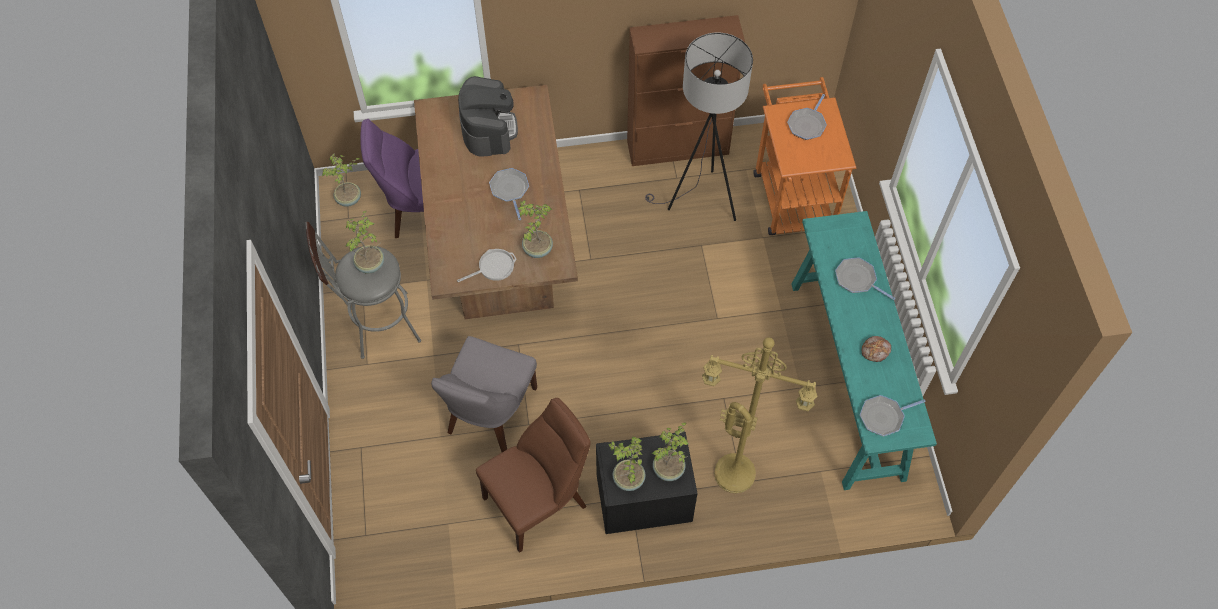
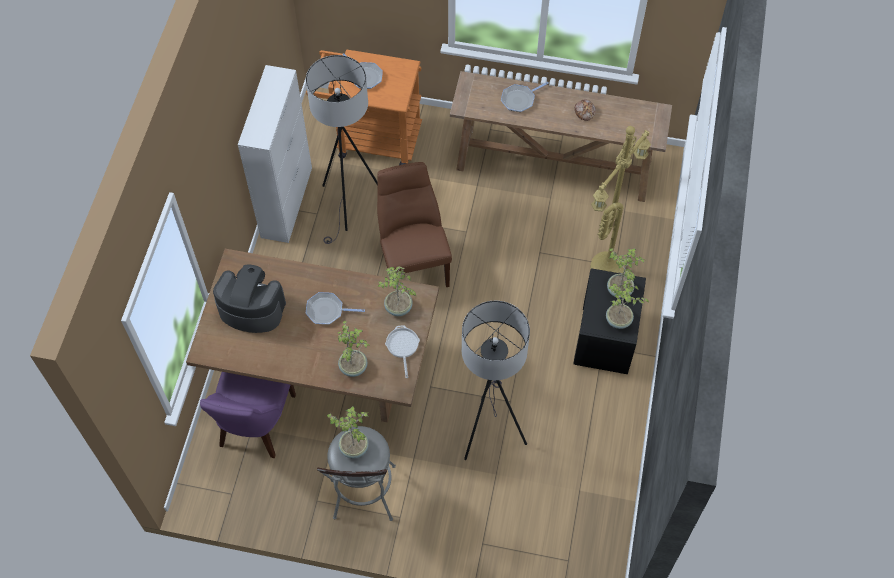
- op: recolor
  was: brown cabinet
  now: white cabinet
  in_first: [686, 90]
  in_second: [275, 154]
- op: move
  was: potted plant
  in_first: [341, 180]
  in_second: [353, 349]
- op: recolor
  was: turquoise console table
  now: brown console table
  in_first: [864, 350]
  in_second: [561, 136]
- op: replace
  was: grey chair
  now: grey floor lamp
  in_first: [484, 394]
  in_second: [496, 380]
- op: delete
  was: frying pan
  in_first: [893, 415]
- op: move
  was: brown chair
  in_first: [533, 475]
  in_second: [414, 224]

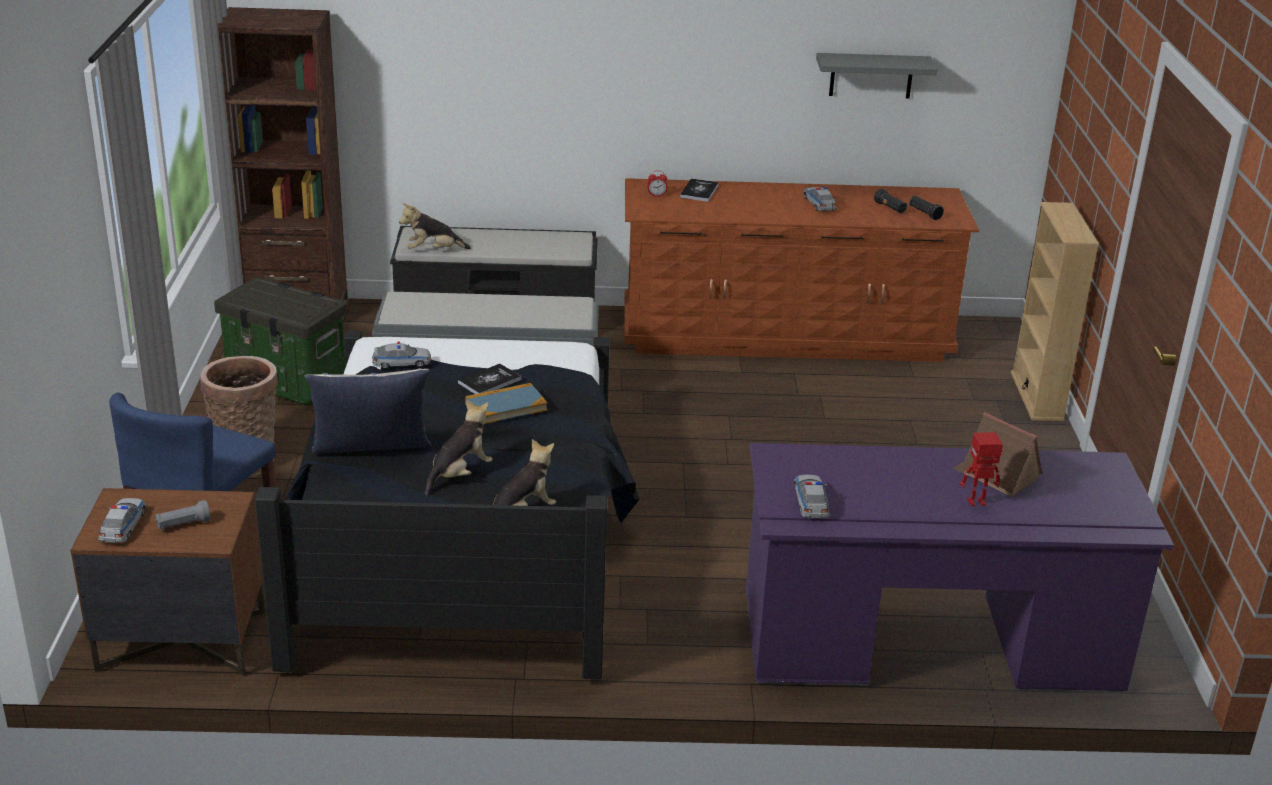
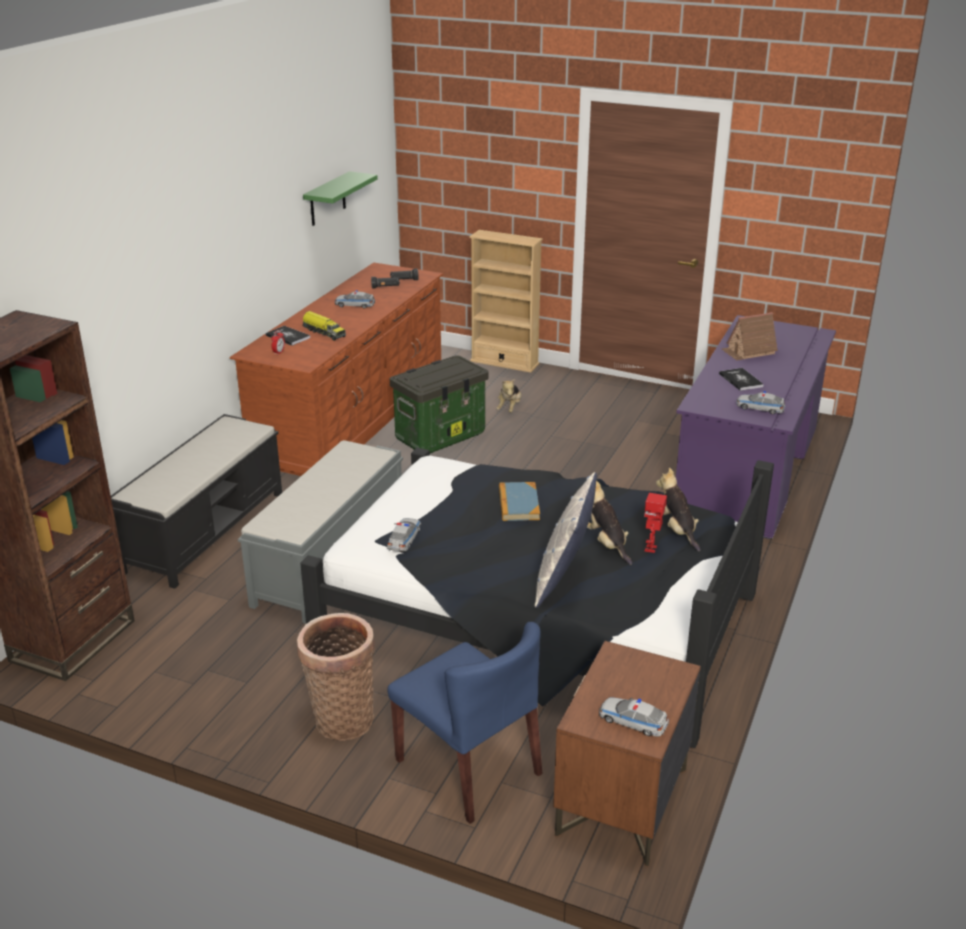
- op: recolor
  was: grey shelf
  now: green shelf
  in_first: [877, 75]
  in_second: [340, 198]
- op: move
  was: plush toy
  in_first: [435, 226]
  in_second: [509, 395]
- op: move
  was: storage box
  in_first: [280, 341]
  in_second: [439, 404]
- op: move
  was: book
  in_first: [490, 379]
  in_second: [741, 379]
- op: move
  was: toy robot
  in_first: [981, 469]
  in_second: [655, 523]
- op: delete
  was: grey flashlight
  in_first: [183, 515]
- op: insert
  now: toy truck
  in_second: [324, 326]

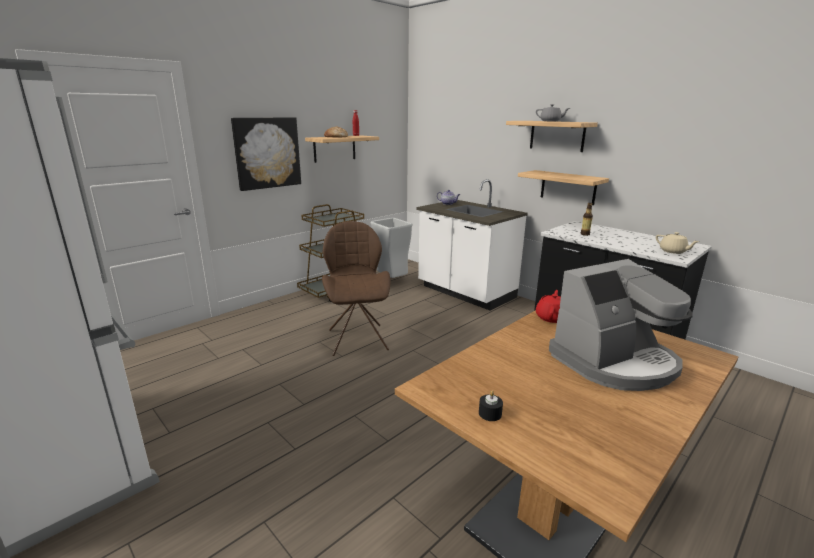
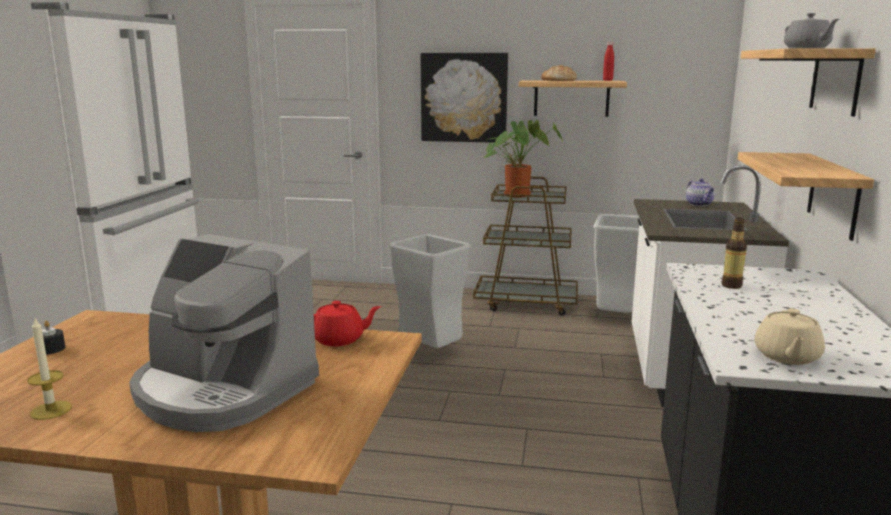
- op: replace
  was: brown chair
  now: grey trash can
  in_first: [356, 288]
  in_second: [430, 291]
- op: insert
  now: potted plant
  in_second: [523, 159]
- op: insert
  now: candle
  in_second: [49, 369]

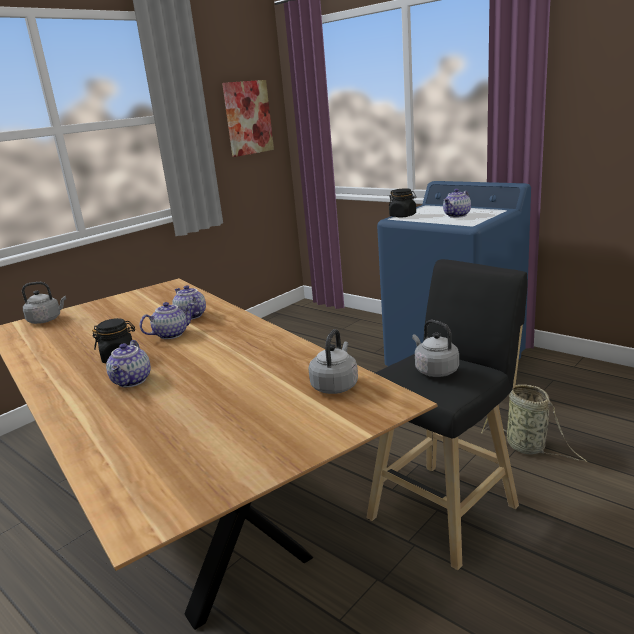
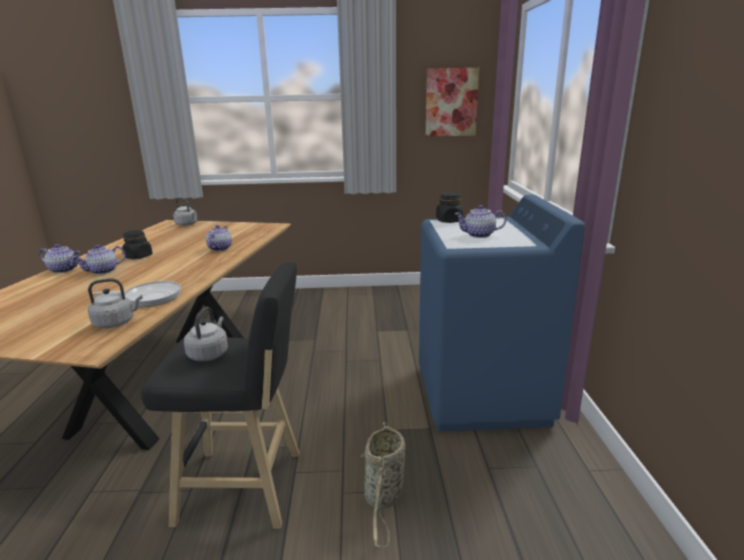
- op: move
  was: teapot
  in_first: [167, 320]
  in_second: [59, 258]
- op: insert
  now: frying pan
  in_second: [136, 294]

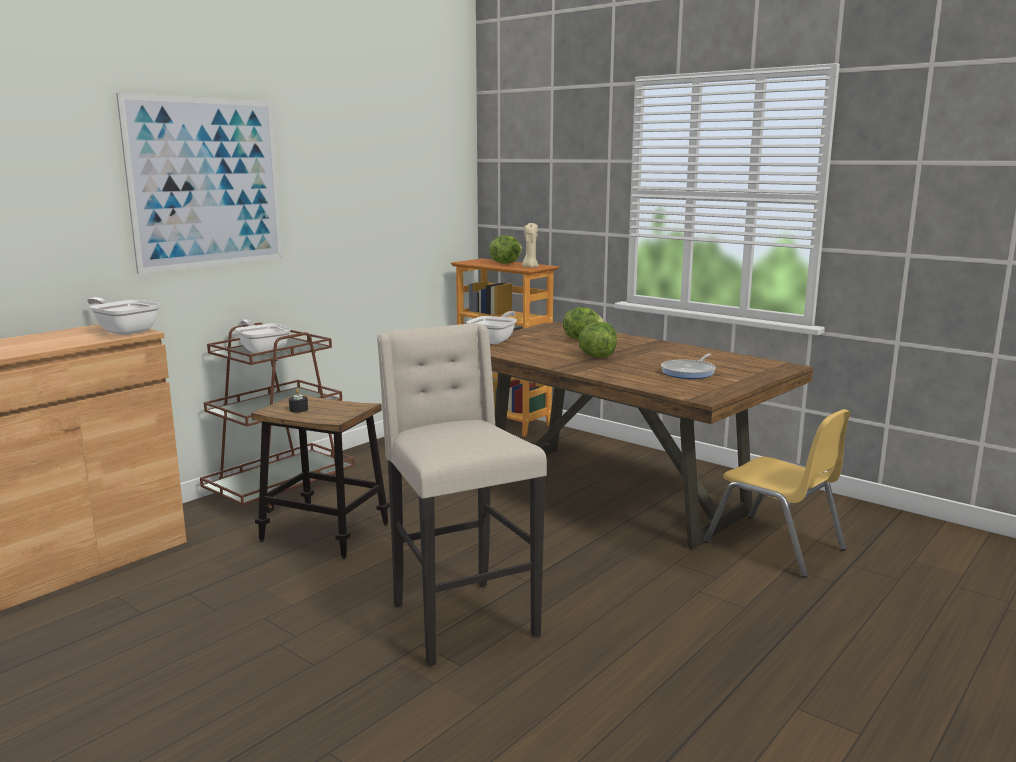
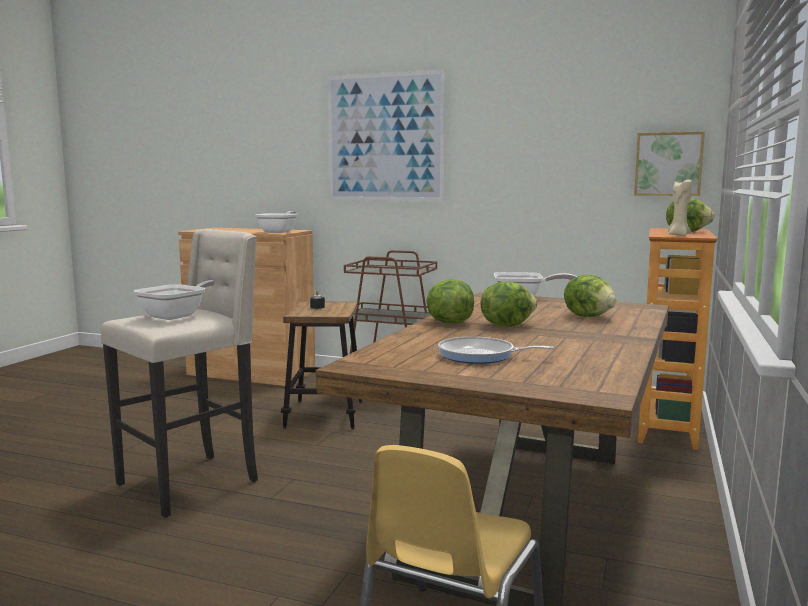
- op: move
  was: frying pan
  in_first: [263, 336]
  in_second: [174, 300]
- op: insert
  now: picture
  in_second: [669, 164]
- op: insert
  now: lettuce
  in_second: [450, 301]

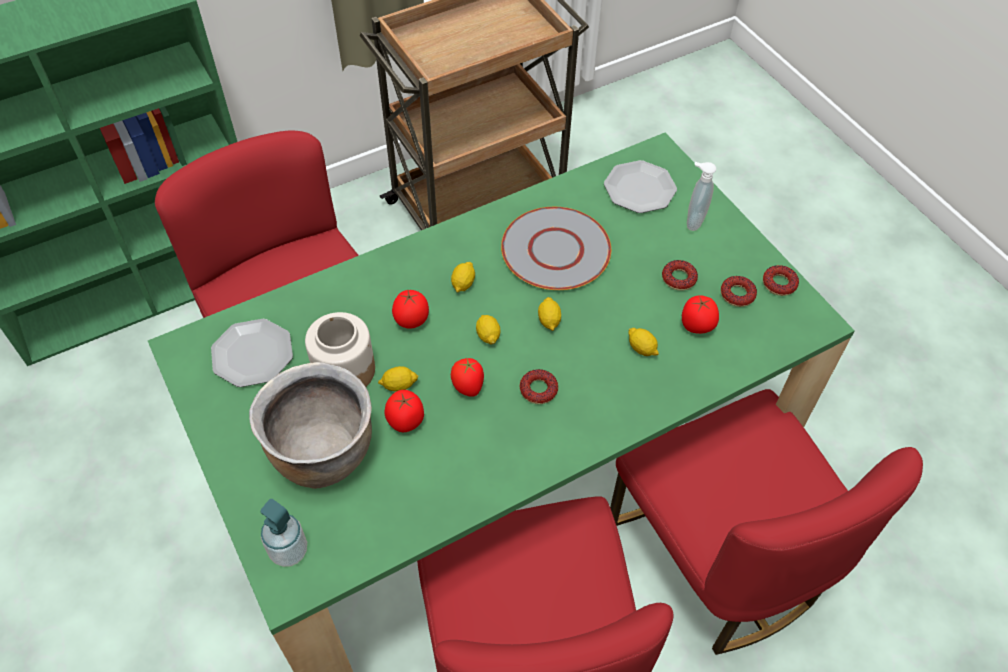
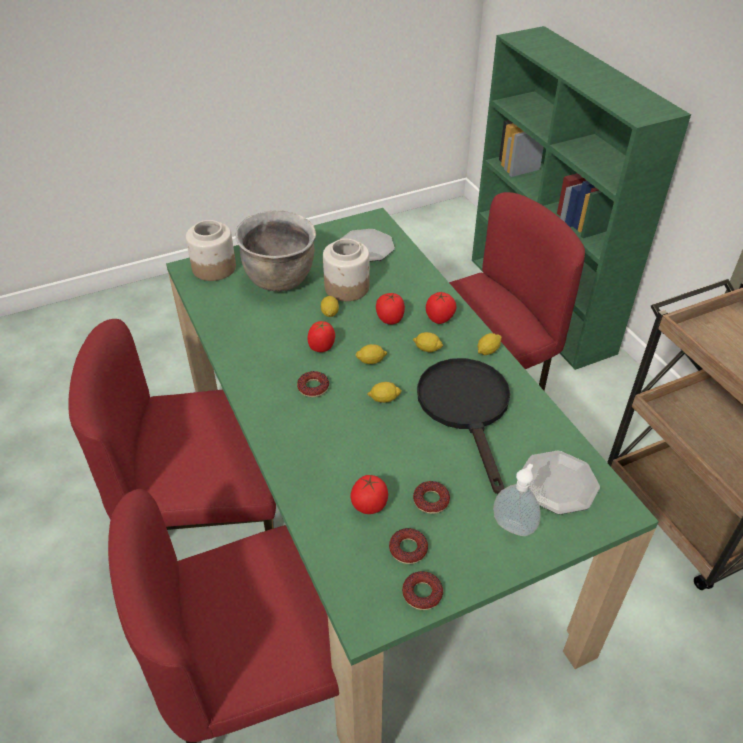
- op: replace
  was: grey plate
  now: black frying pan
  in_first: [556, 248]
  in_second: [463, 426]
- op: move
  was: lemon
  in_first: [643, 342]
  in_second: [490, 344]
- op: move
  was: tomato
  in_first: [404, 411]
  in_second: [441, 308]
- op: replace
  was: soap dispenser
  now: jar
  in_first: [283, 533]
  in_second: [211, 250]

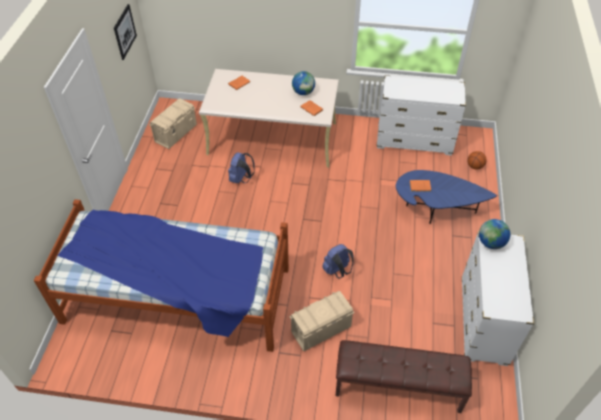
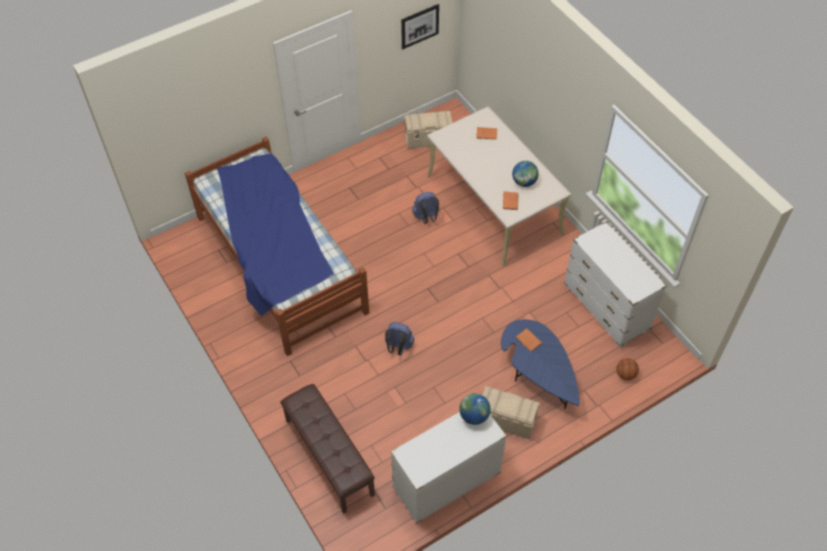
- op: move
  was: beige storage box
  in_first: [322, 321]
  in_second: [511, 412]

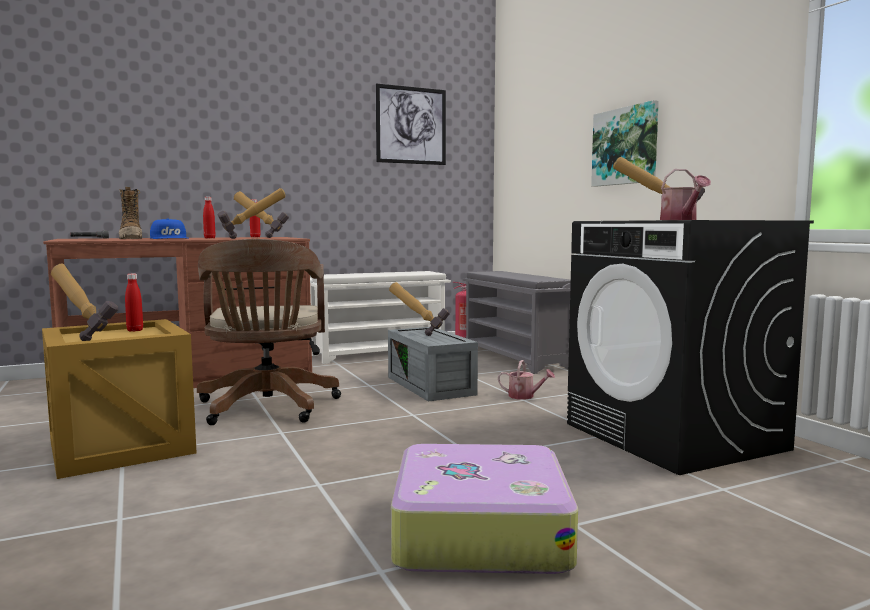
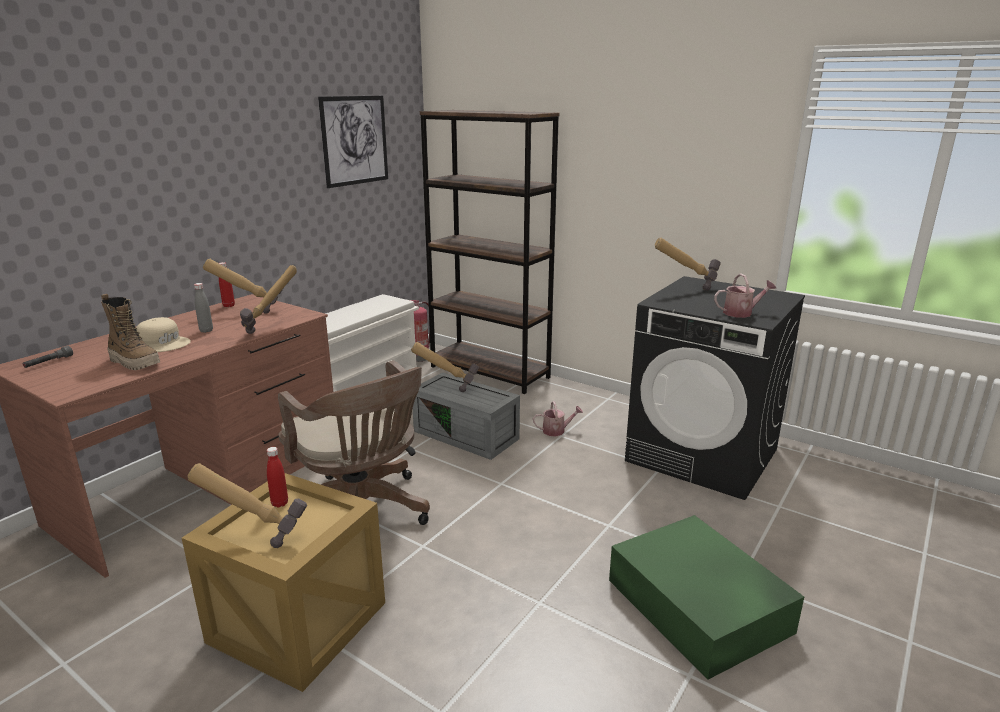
- op: delete
  was: picture
  in_first: [625, 143]
- op: rotate
  was: watering can
  in_first: [685, 194]
  in_second: [745, 296]
  clockwise: -60
- op: recolor
  was: red bottle
  now: grey bottle
  in_first: [209, 217]
  in_second: [203, 308]
- op: recolor
  was: blue cap
  now: beige cap
  in_first: [169, 228]
  in_second: [163, 334]
- op: replace
  was: grey shoe rack
  now: brown bookcase
  in_first: [517, 322]
  in_second: [490, 252]
- op: replace
  was: suitcase
  now: green storage box
  in_first: [484, 509]
  in_second: [706, 597]

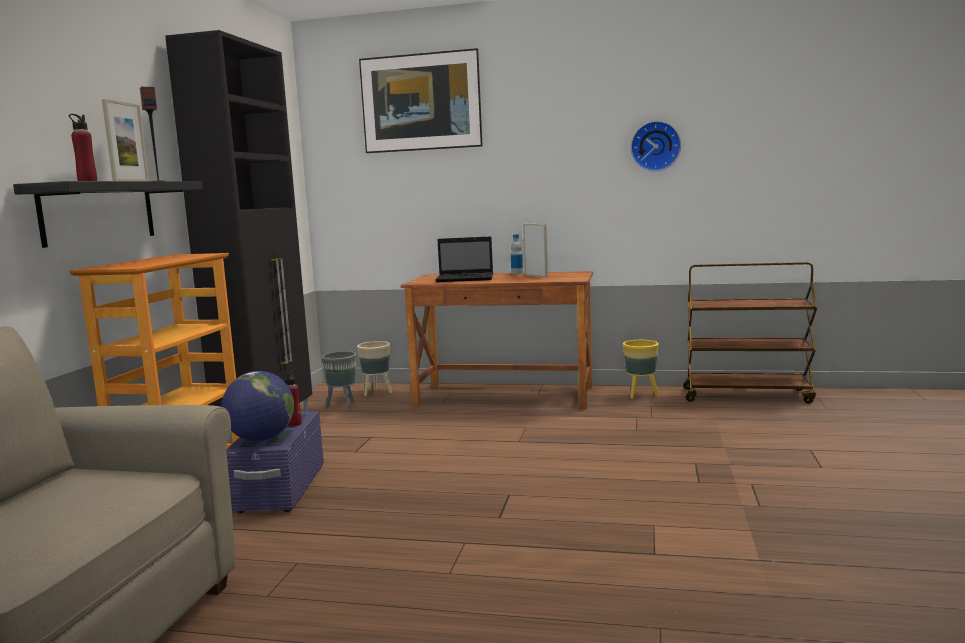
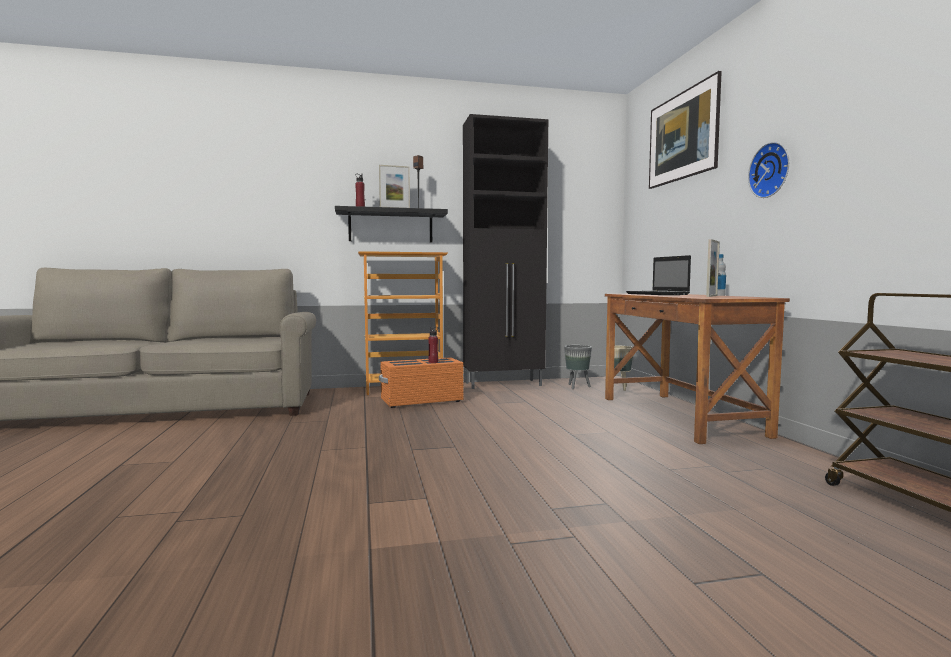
- op: move
  was: wall clock
  in_first: [656, 146]
  in_second: [768, 170]
- op: delete
  was: yellow planter
  in_first: [641, 369]
- op: delete
  was: globe
  in_first: [257, 406]
- op: recolor
  was: purple storage box
  now: orange storage box
  in_first: [275, 462]
  in_second: [421, 382]

